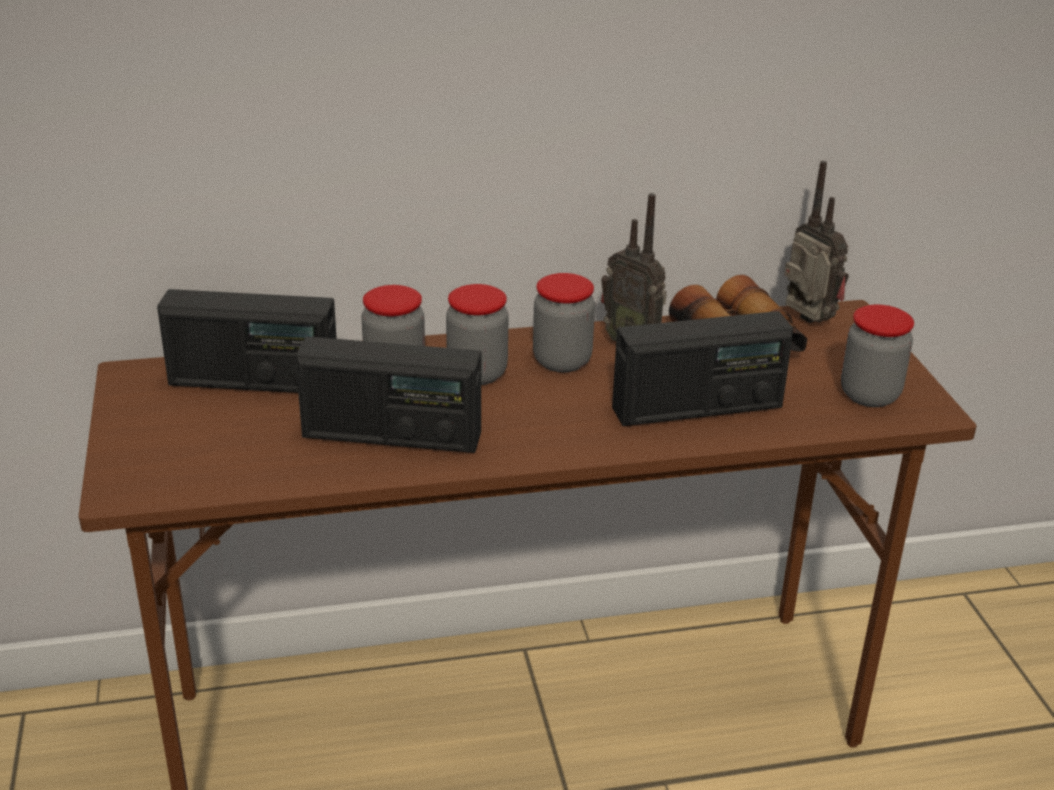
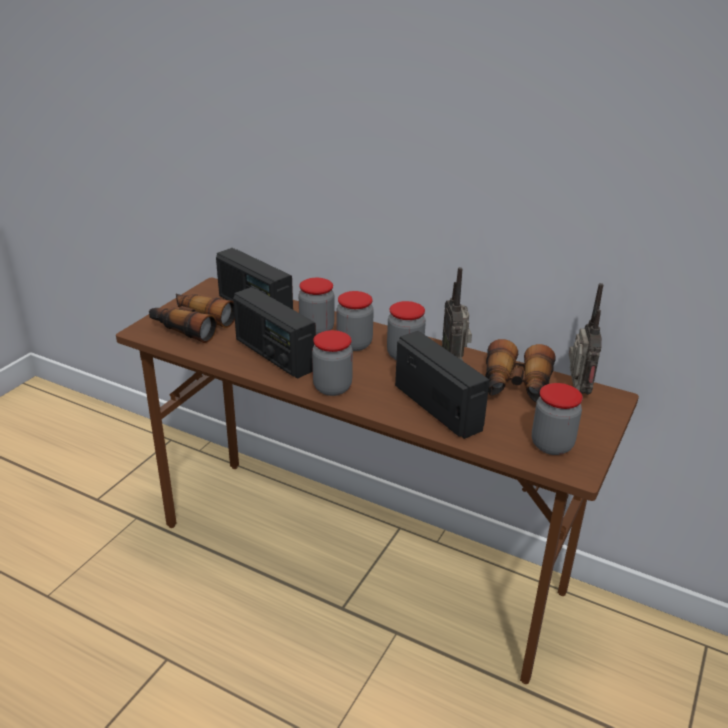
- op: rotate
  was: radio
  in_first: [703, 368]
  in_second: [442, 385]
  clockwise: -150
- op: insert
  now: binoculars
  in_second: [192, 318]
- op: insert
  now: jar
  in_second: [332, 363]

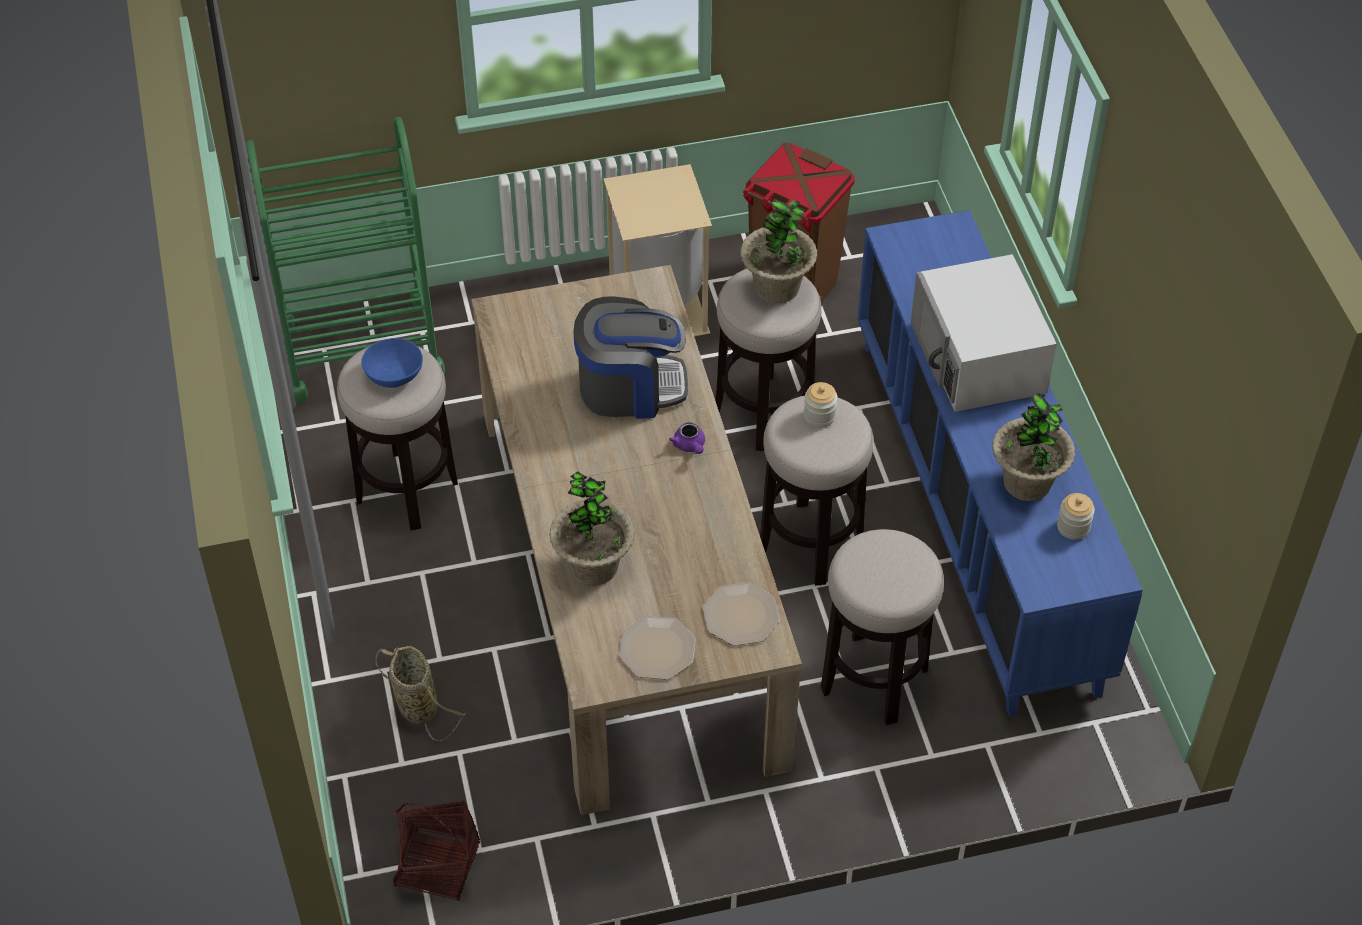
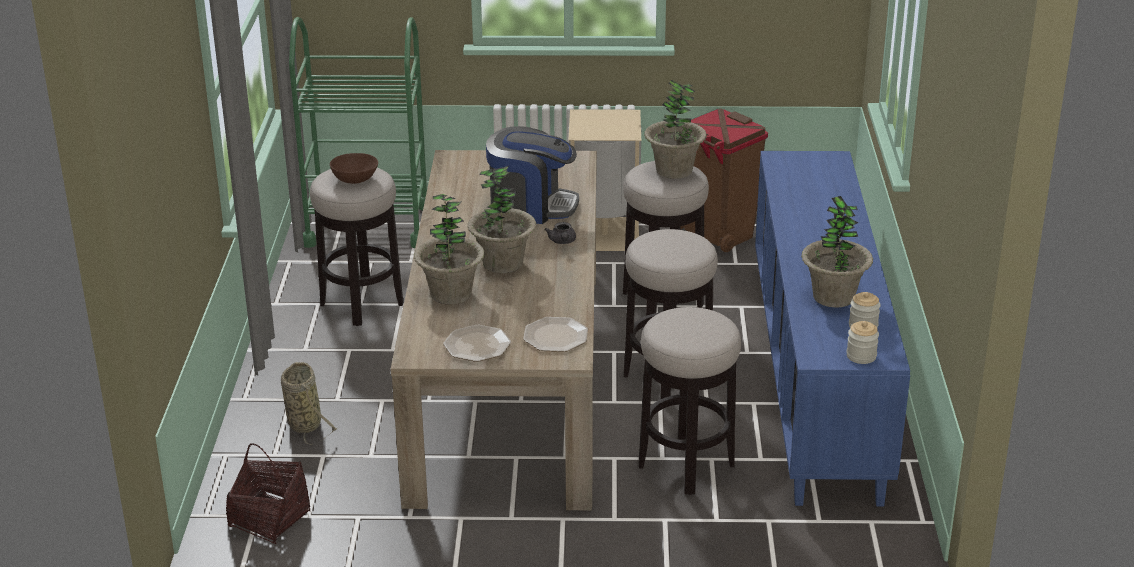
- op: delete
  was: white microwave
  in_first: [983, 333]
- op: recolor
  was: blue bowl
  now: brown bowl
  in_first: [392, 363]
  in_second: [354, 168]
- op: move
  was: jar
  in_first: [820, 404]
  in_second: [862, 342]
- op: recolor
  was: purple teapot
  now: grey teapot
  in_first: [687, 438]
  in_second: [560, 233]
- op: insert
  now: potted plant
  in_second: [501, 219]

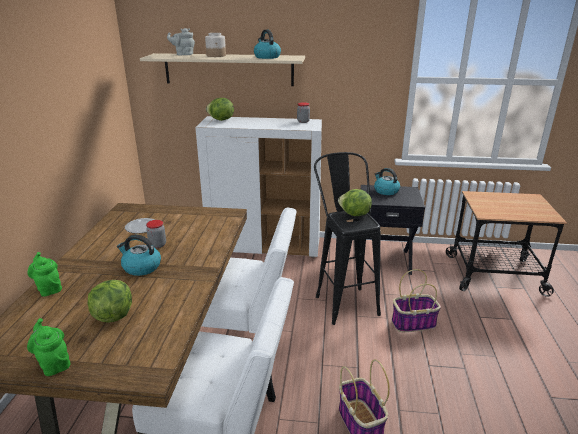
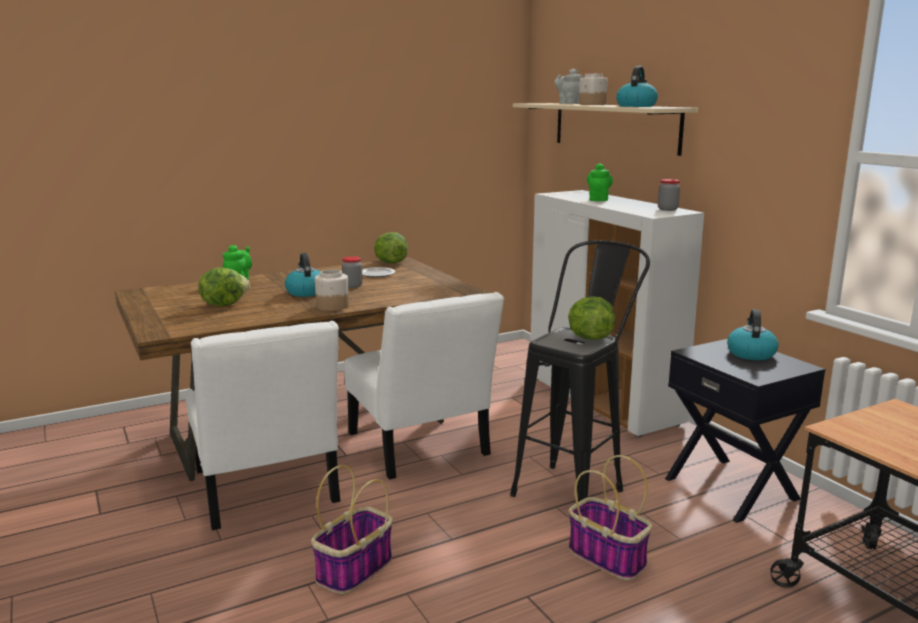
- op: move
  was: lettuce
  in_first: [220, 109]
  in_second: [391, 247]
- op: move
  was: green teapot
  in_first: [48, 347]
  in_second: [600, 182]
- op: insert
  now: jar
  in_second: [332, 290]

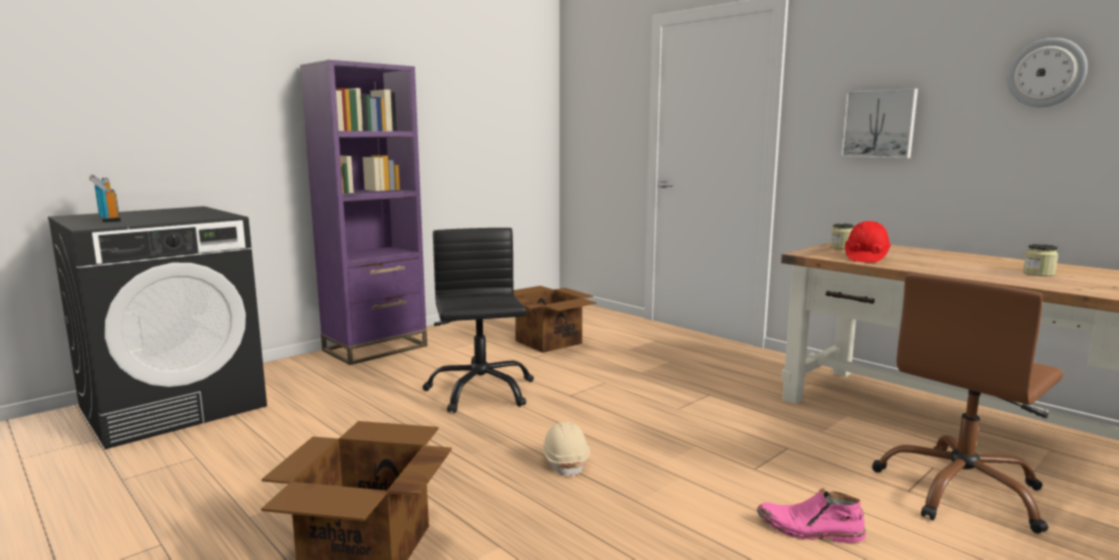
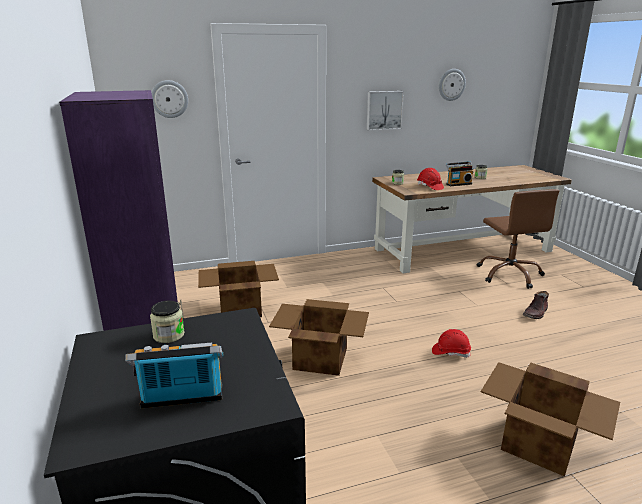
- op: replace
  was: black office chair
  now: cardboard box
  in_first: [478, 320]
  in_second: [319, 337]
- op: recolor
  was: beige hard hat
  now: red hard hat
  in_first: [565, 449]
  in_second: [451, 343]
- op: recolor
  was: pink boot
  now: brown boot
  in_first: [811, 515]
  in_second: [536, 305]
- op: insert
  now: wall clock
  in_second: [169, 99]
- op: insert
  now: radio
  in_second: [460, 173]
- op: insert
  now: jar
  in_second: [167, 322]

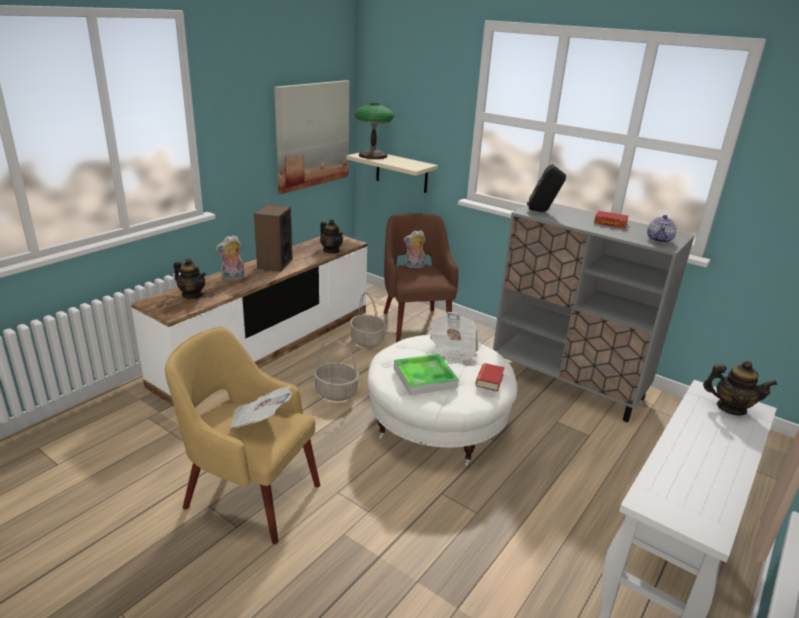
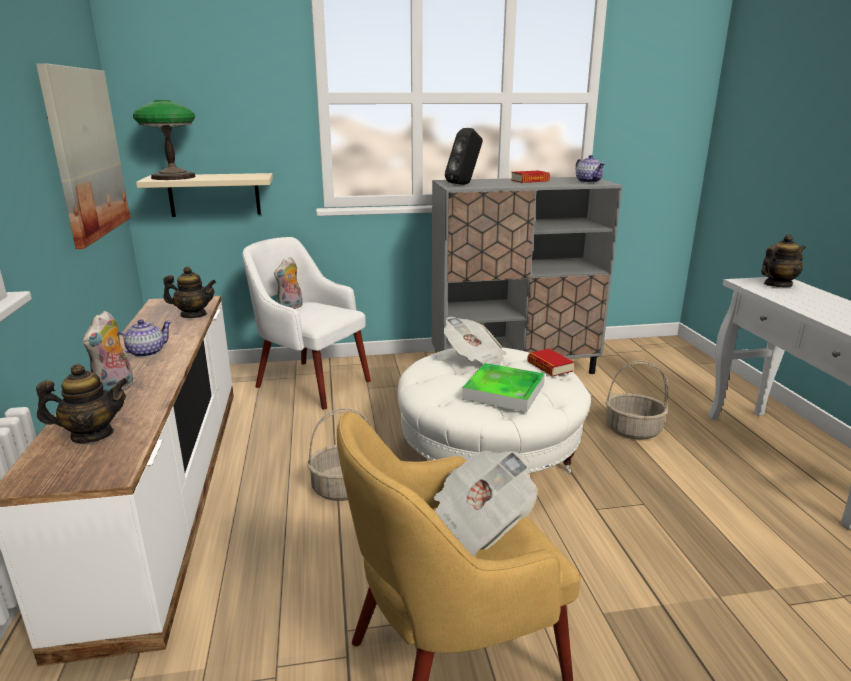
- op: replace
  was: speaker
  now: teapot
  in_first: [273, 238]
  in_second: [145, 338]
- op: recolor
  was: brown armchair
  now: white armchair
  in_first: [421, 278]
  in_second: [306, 323]
- op: move
  was: basket
  in_first: [368, 320]
  in_second: [636, 400]

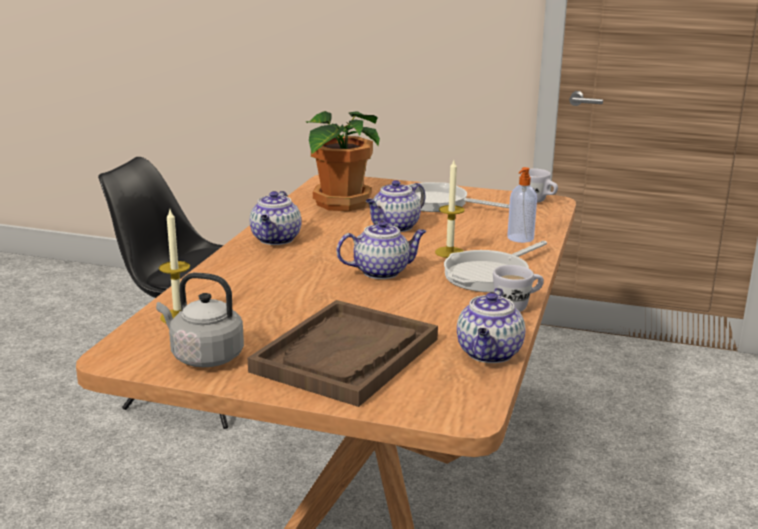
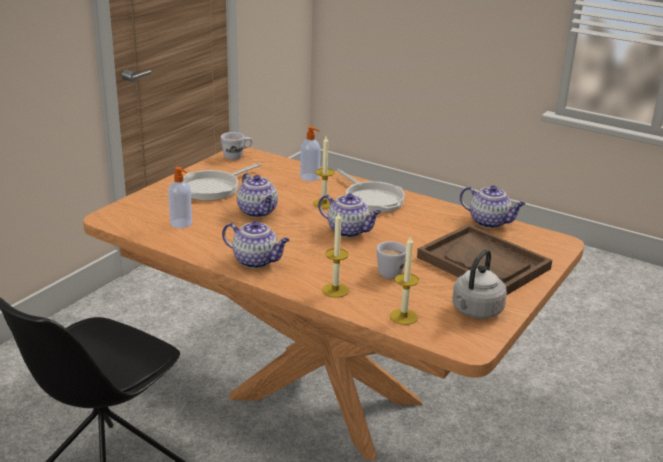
- op: replace
  was: potted plant
  now: soap dispenser
  in_first: [342, 161]
  in_second: [180, 197]
- op: rotate
  was: teapot
  in_first: [381, 249]
  in_second: [349, 215]
  clockwise: 120
- op: move
  was: white mug
  in_first: [518, 288]
  in_second: [391, 260]
- op: insert
  now: candle
  in_second: [335, 254]

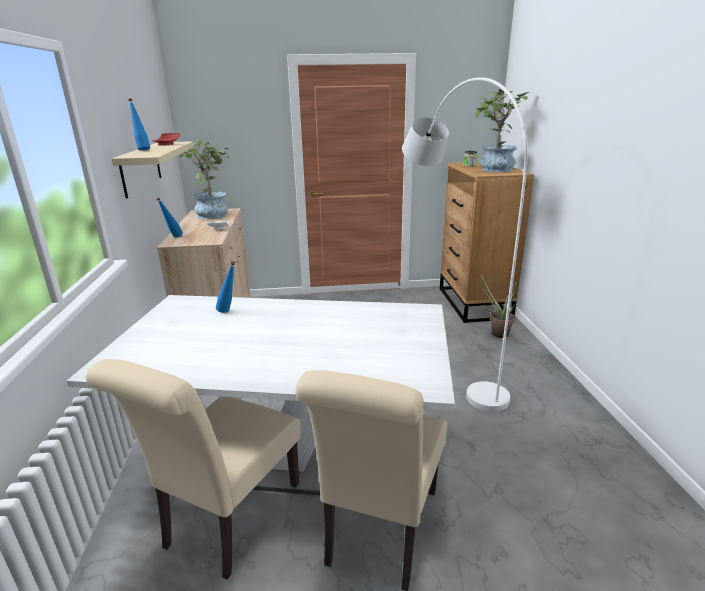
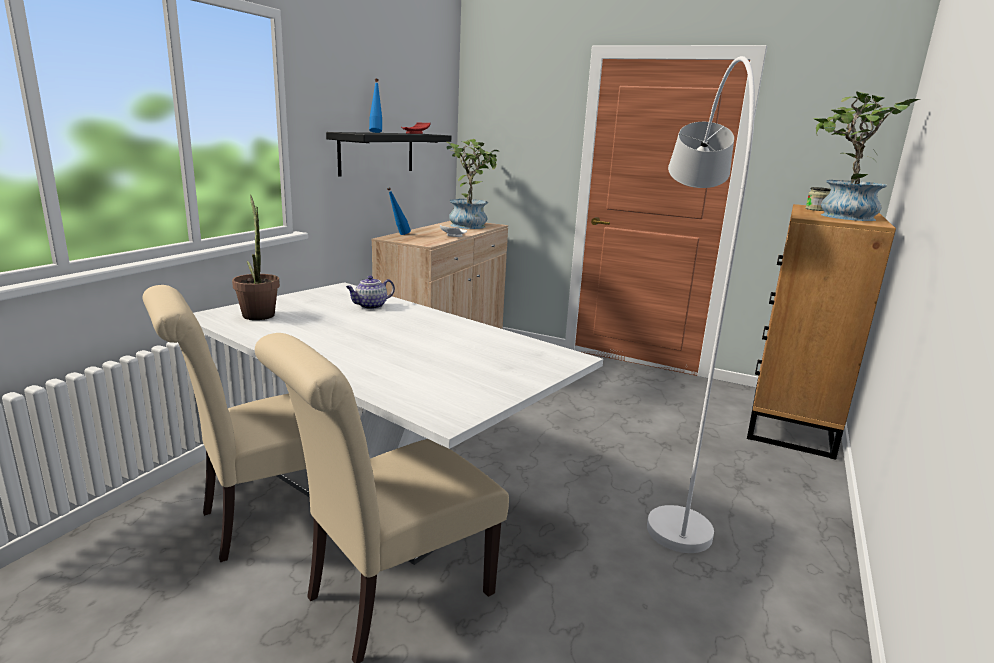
- op: recolor
  was: beige shelf
  now: black shelf
  in_first: [152, 169]
  in_second: [388, 154]
- op: replace
  was: blue bottle
  now: teapot
  in_first: [225, 287]
  in_second: [370, 292]
- op: move
  was: potted plant
  in_first: [498, 305]
  in_second: [256, 257]

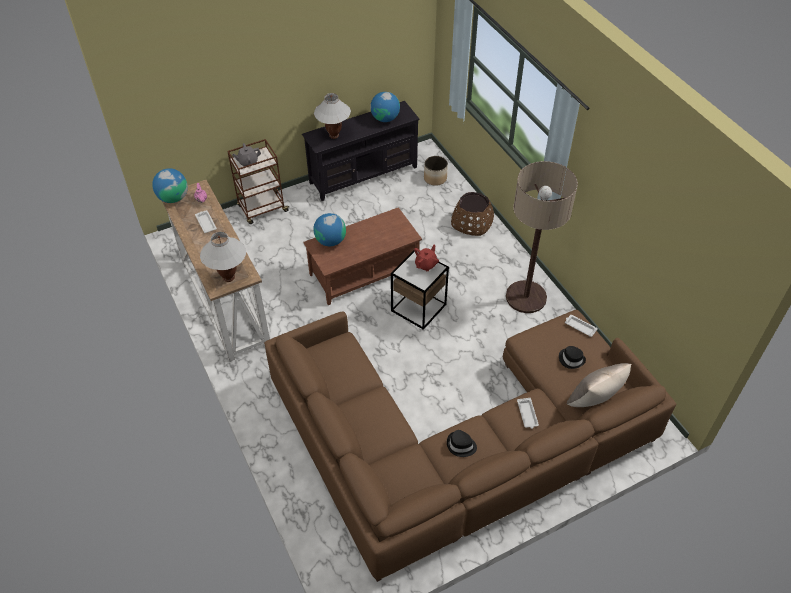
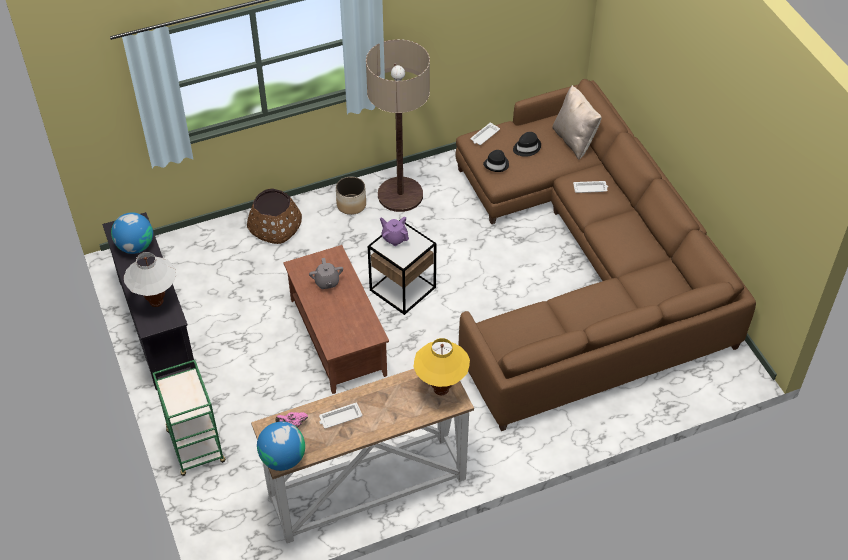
- op: recolor
  was: brown cart
  now: green cart
  in_first: [259, 181]
  in_second: [189, 418]
- op: move
  was: grey teapot
  in_first: [246, 155]
  in_second: [326, 273]
- op: move
  was: planter
  in_first: [436, 171]
  in_second: [351, 195]
- op: delete
  was: globe
  in_first: [329, 229]
- op: recolor
  was: white table lamp
  now: yellow table lamp
  in_first: [223, 257]
  in_second: [442, 366]
- op: recolor
  was: red teapot
  now: purple teapot
  in_first: [426, 258]
  in_second: [394, 231]
- op: move
  was: black hat
  in_first: [462, 443]
  in_second: [496, 161]

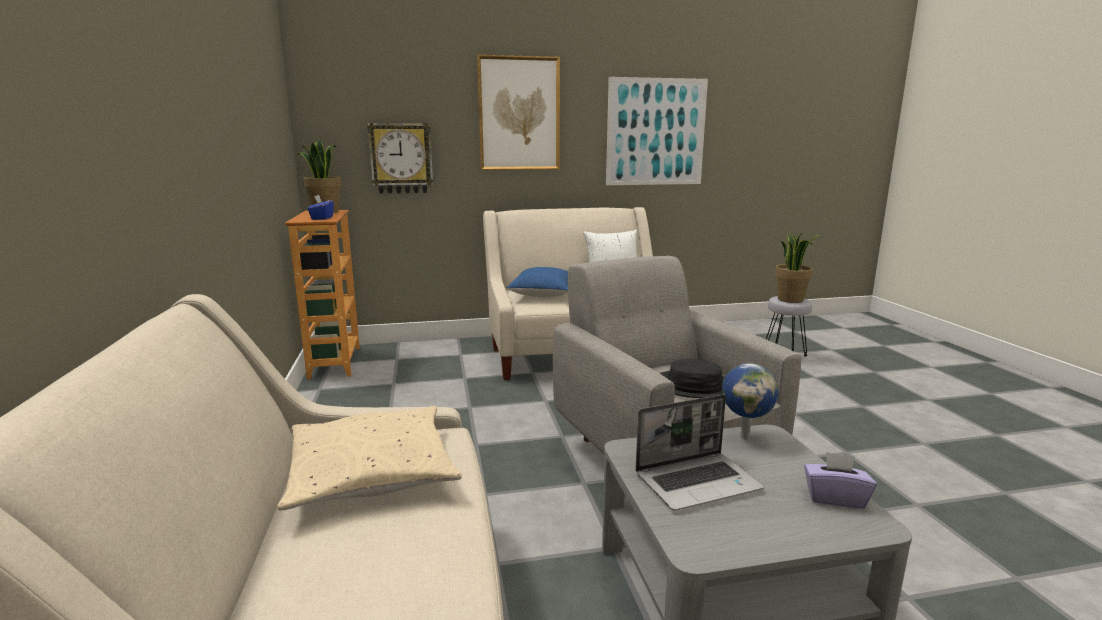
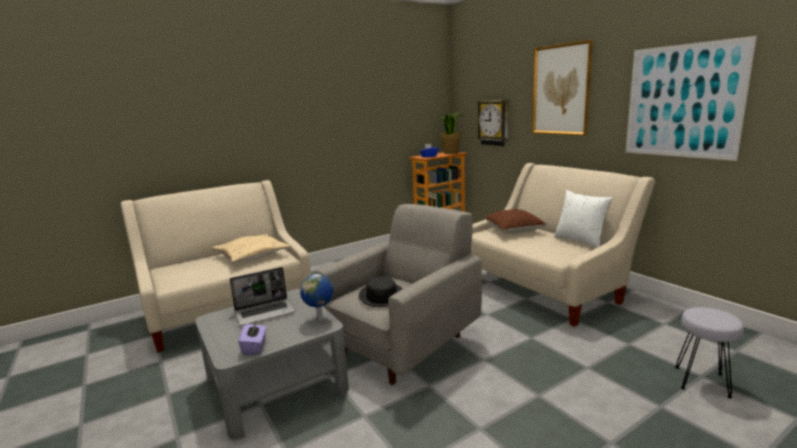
- op: delete
  was: potted plant
  in_first: [798, 267]
- op: recolor
  was: blue pillow
  now: brown pillow
  in_first: [537, 282]
  in_second: [515, 221]
- op: rotate
  was: laptop
  in_first: [699, 452]
  in_second: [262, 296]
  clockwise: -75

